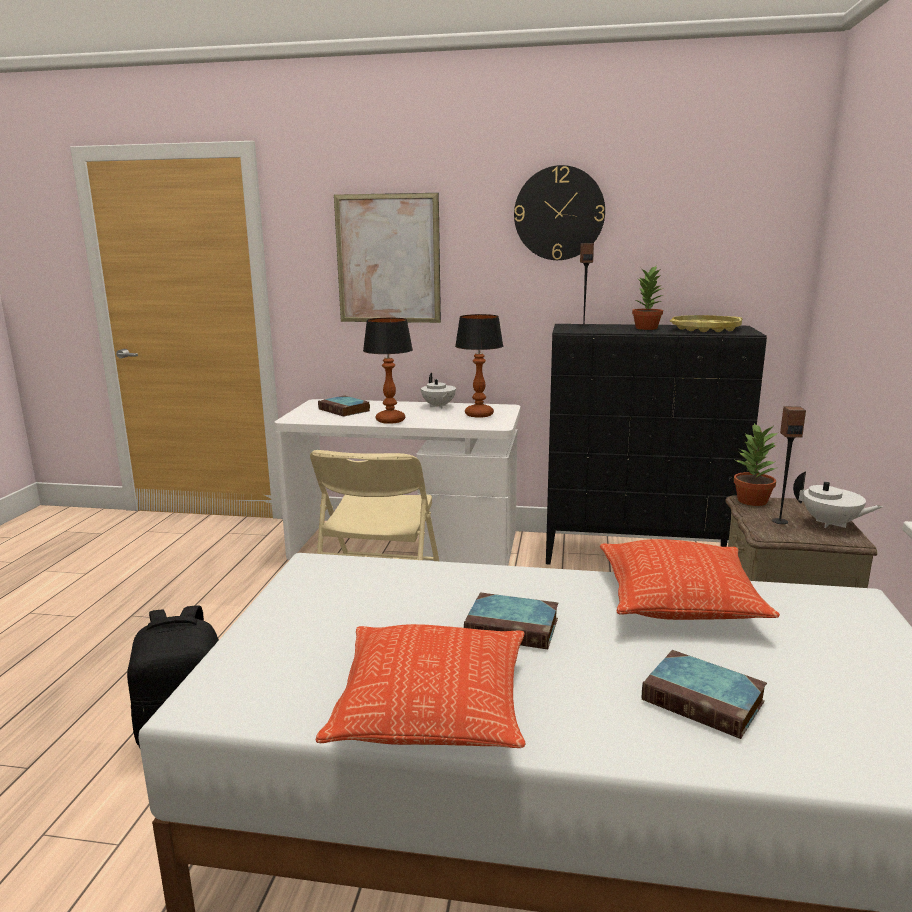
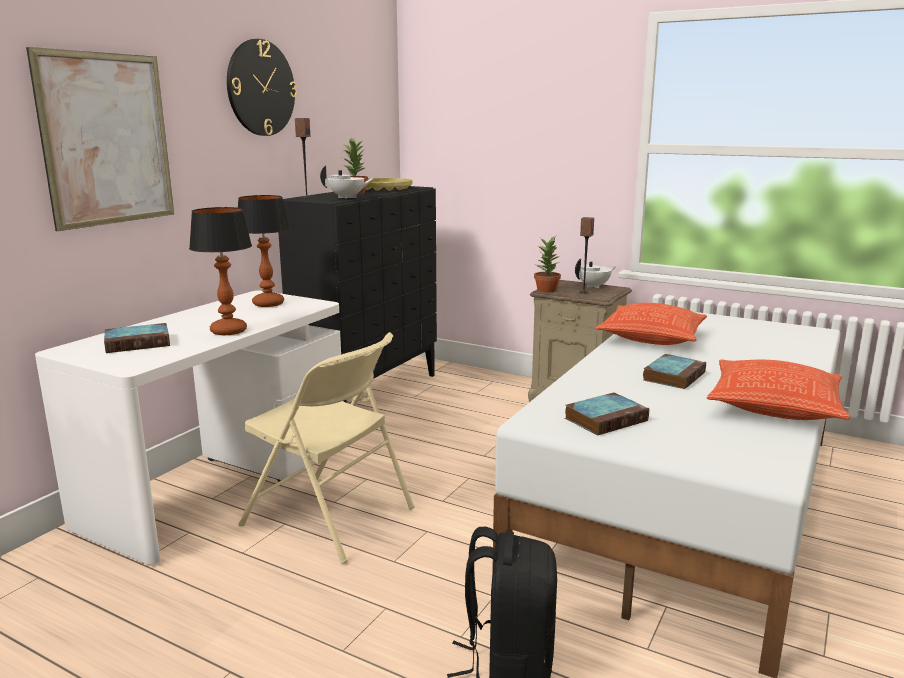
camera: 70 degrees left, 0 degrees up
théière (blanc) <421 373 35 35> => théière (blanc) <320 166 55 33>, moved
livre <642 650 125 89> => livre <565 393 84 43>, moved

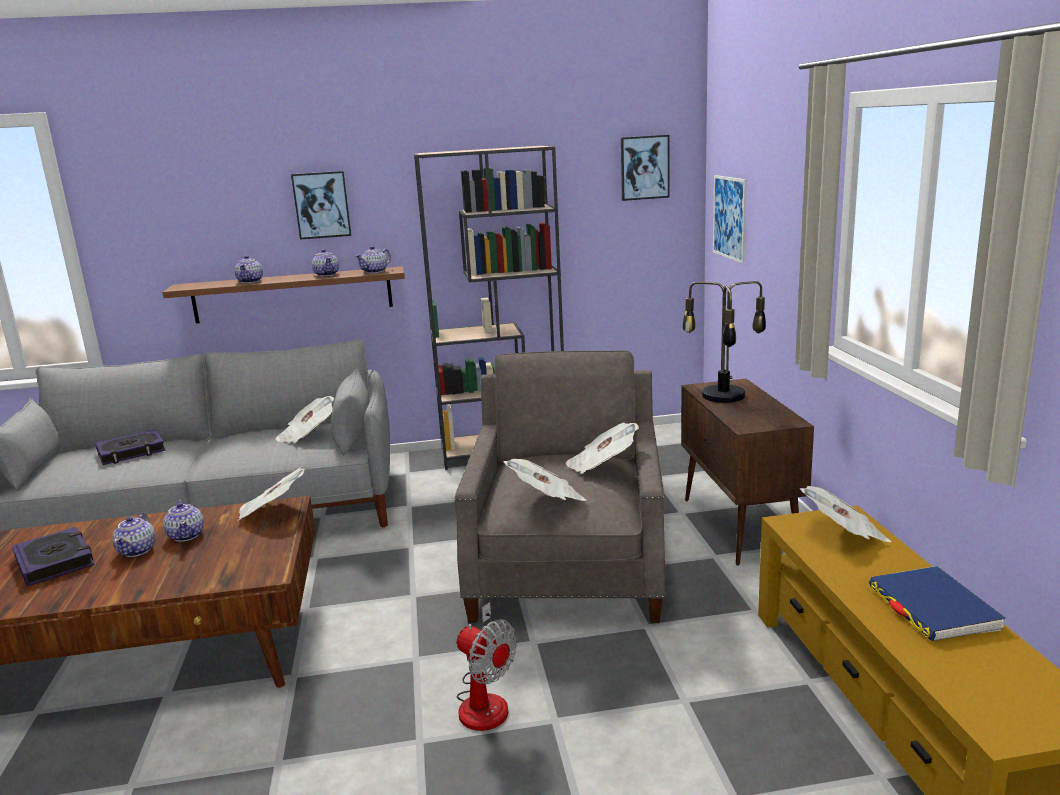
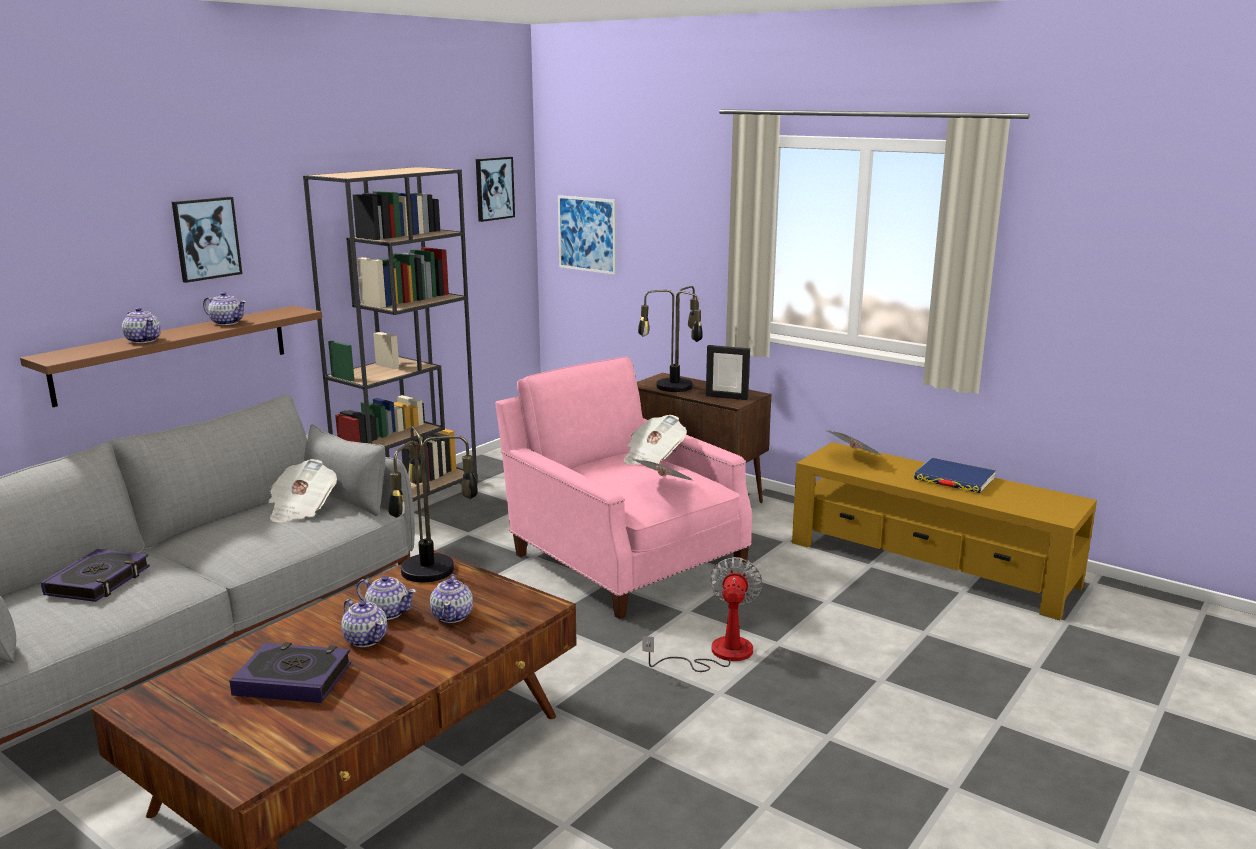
camera: 45 degrees left, 0 degrees up
journal <238 467 66 54> => lampe de table <388 426 90 156>
théière <355 246 36 27> => théière <430 574 43 49>, moved
fauteuil (gris) <454 350 212 273> => fauteuil (rose) <495 357 257 262>
ventilateur <457 602 60 129> => ventilateur <642 557 121 115>, 75 degrees counterclockwise
nothing => cadre photo <706 345 44 55>

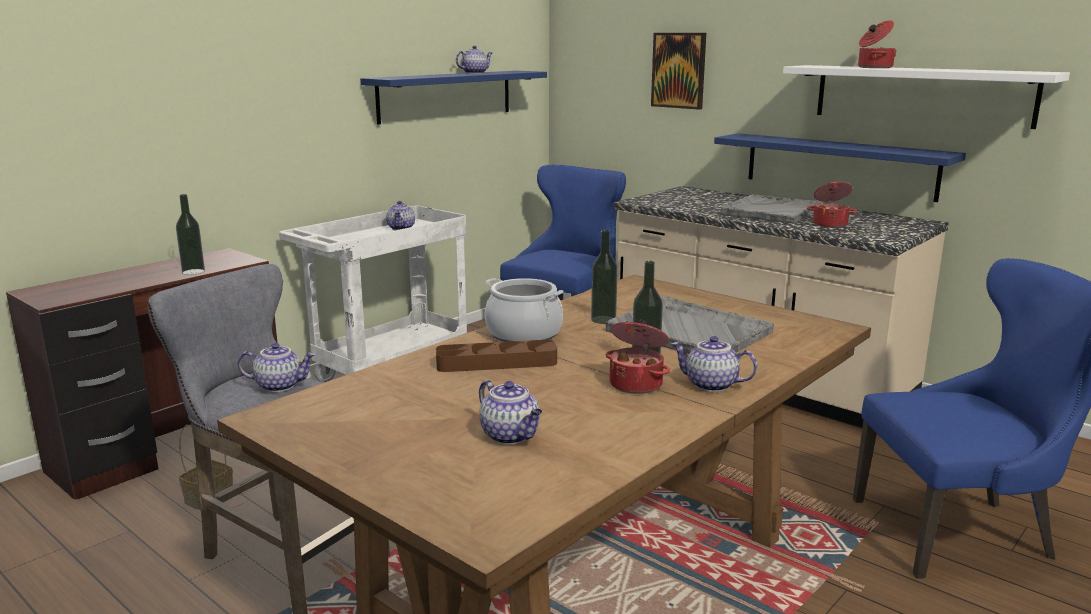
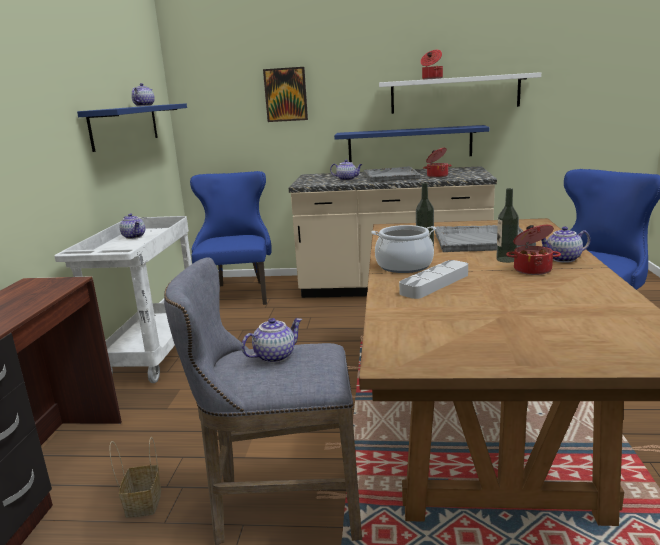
camera: 35 degrees left, 0 degrees up
théière <479 380 63 64> => théière <330 160 33 21>, moved
plateau (marron) <436 340 121 32> => plateau (gris) <399 260 69 39>
bouteille <176 194 29 81> => nothing

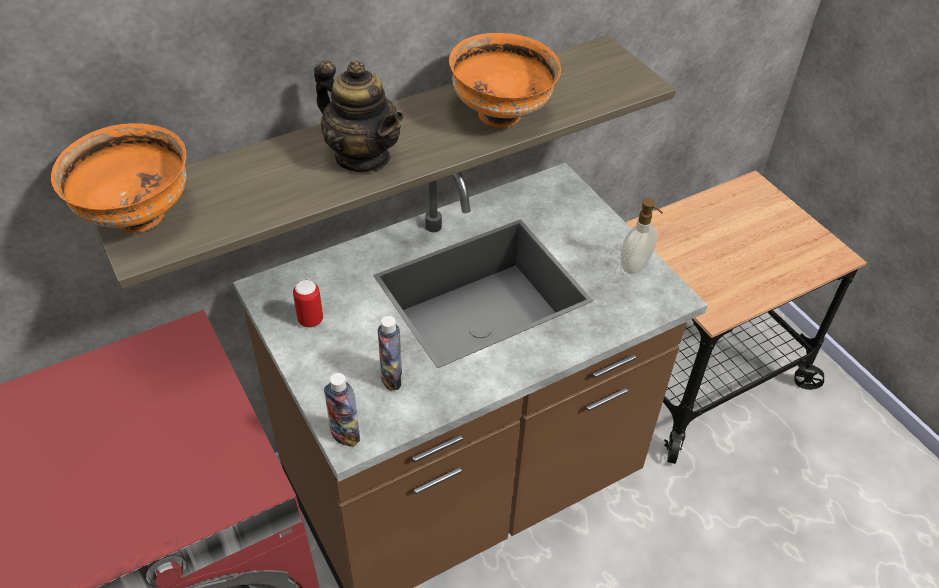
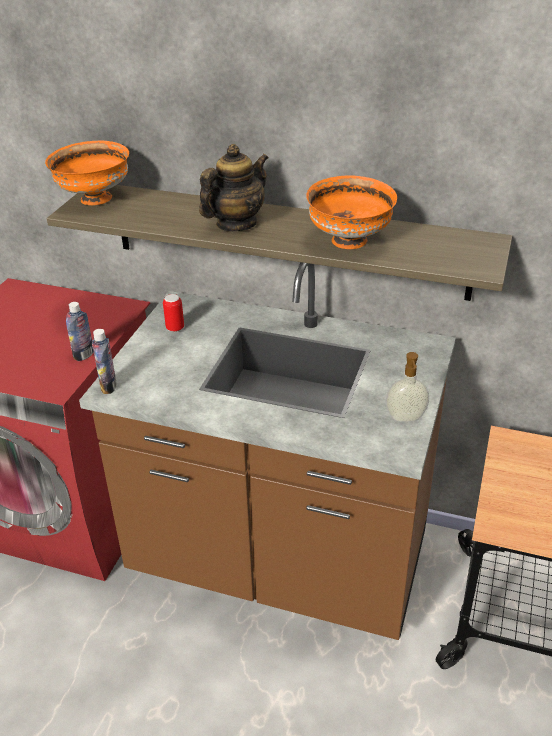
camera: 50 degrees right, 10 degrees down
bouteille <378 316 25 75> => bouteille <66 302 27 59>, moved
théière <314 60 90 112> => théière <199 144 69 87>, 135 degrees counterclockwise

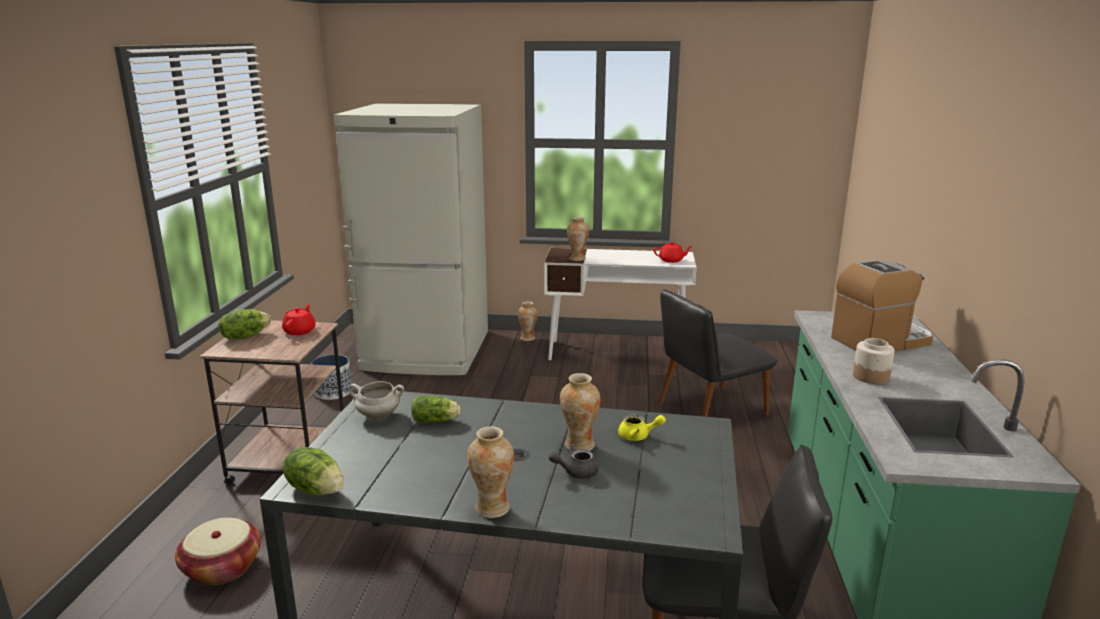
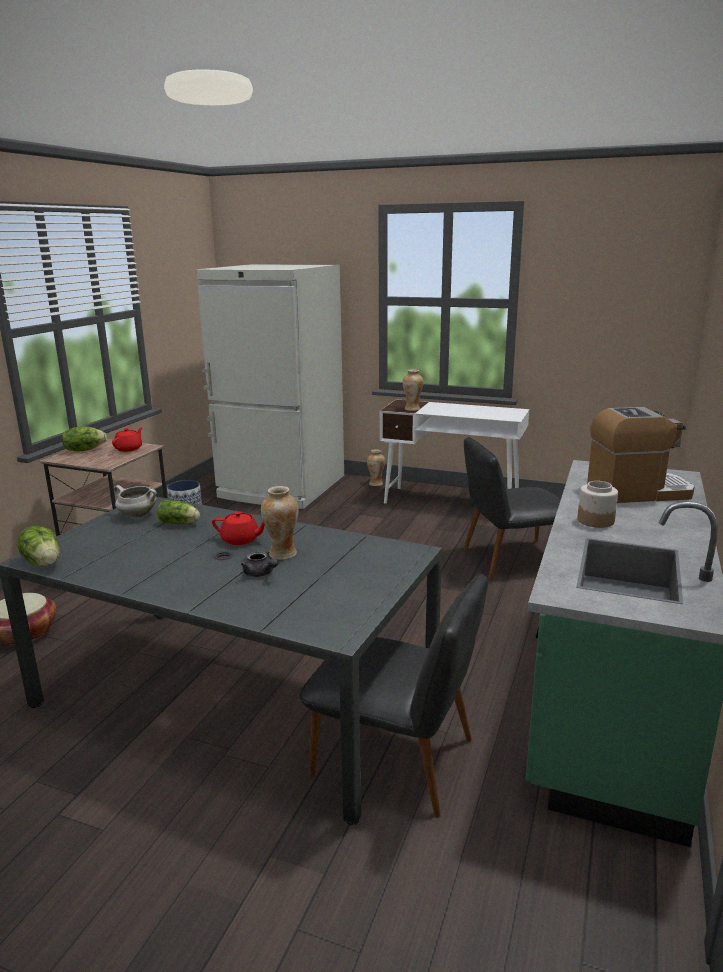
camera: 15 degrees right, 0 degrees up
théière (rouge) <654 242 38 21> => théière (rouge) <212 511 53 34>, moved
théière (gris) <549 444 50 35> => théière (gris) <241 551 37 26>, 135 degrees counterclockwise
vase <467 426 47 92> => nothing
théière (jaune) <618 415 48 26> => nothing

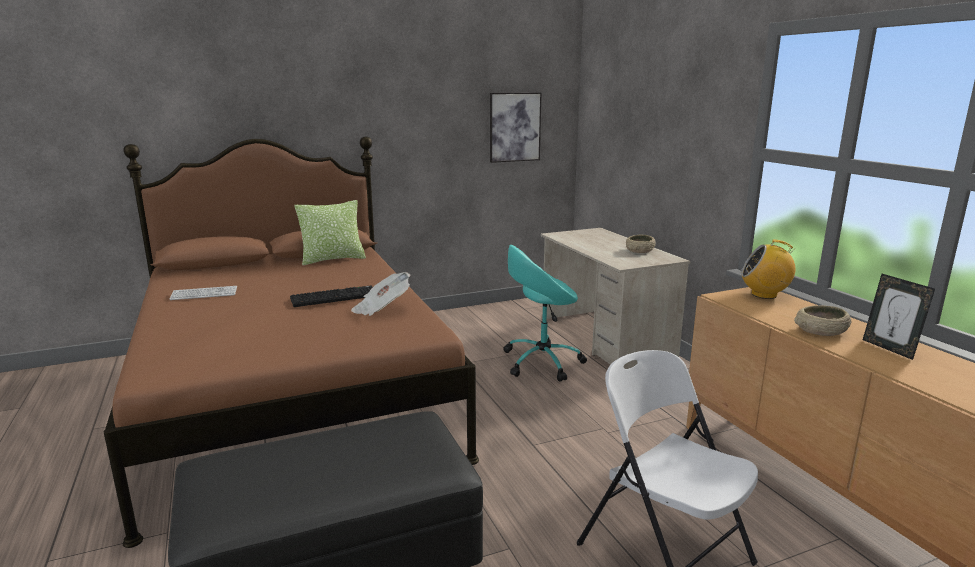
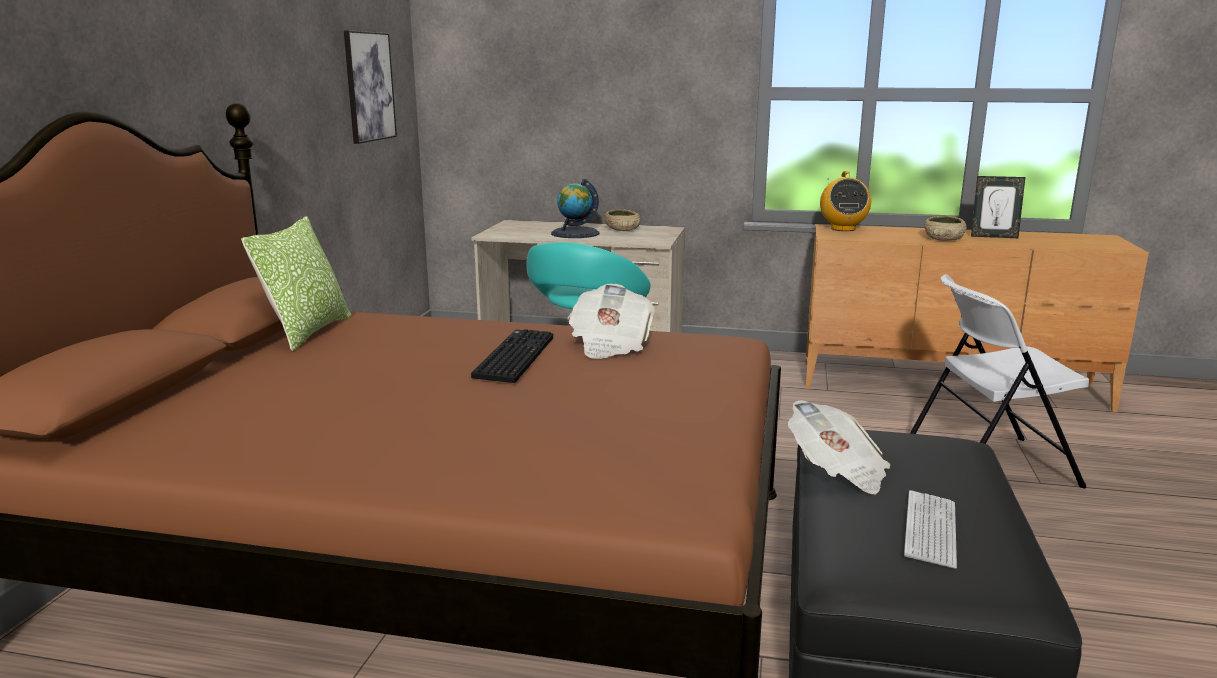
camera: 55 degrees left, 0 degrees up
nothing => globe <551 179 49 59>
nothing => journal <788 400 102 95>
radio <741 240 54 59> => radio <820 171 51 60>, 45 degrees counterclockwise
clavier <170 286 67 14> => clavier <904 490 53 79>, moved

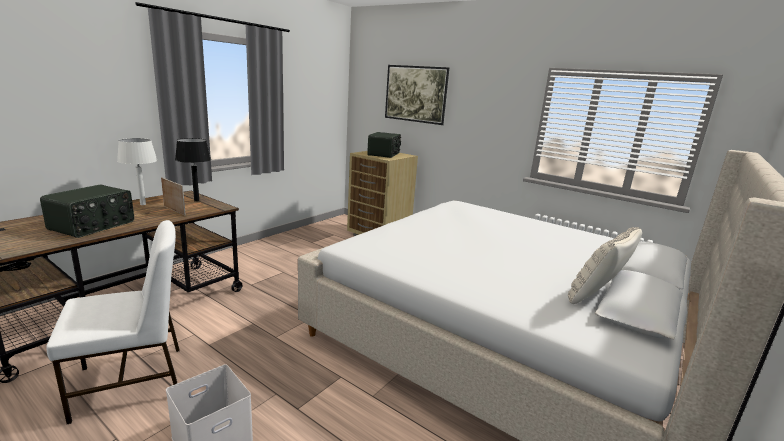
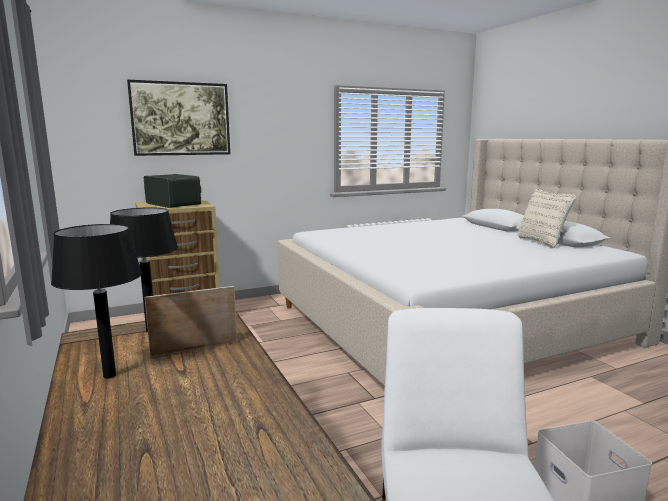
camera: 60 degrees left, 5 degrees down
lampe de table (blanc) <117 138 40 67> => lampe de table (noir) <51 224 91 155>
radio <40 185 94 53> => nothing

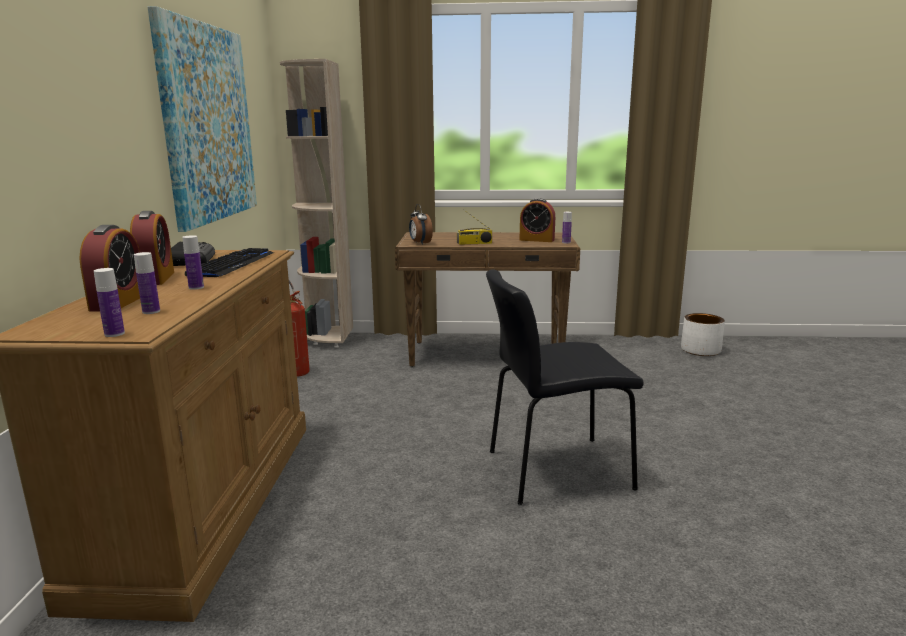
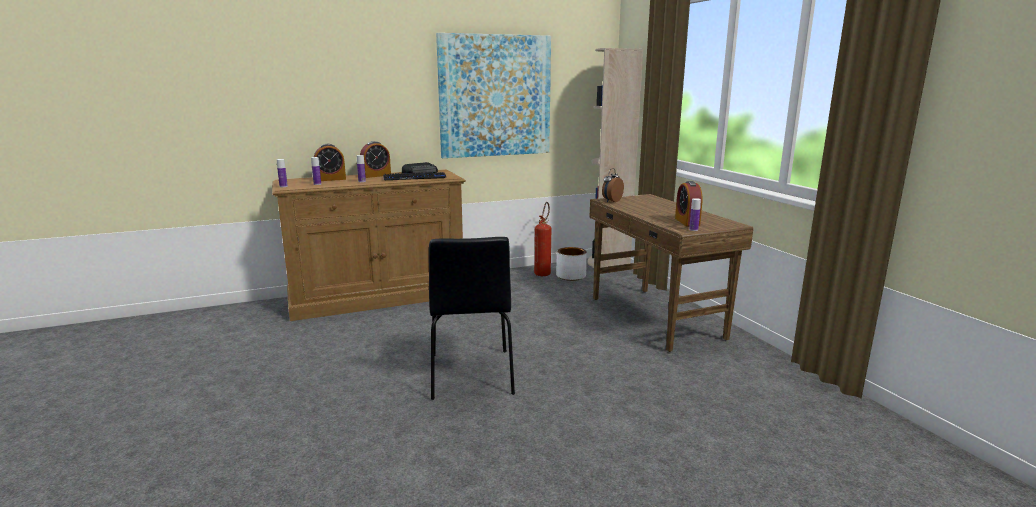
camera: 65 degrees right, 0 degrees up
chaise (noir) <486 269 158 236> => chaise (noir) <429 237 86 163>, 150 degrees counterclockwise
cache-pot (blanc) <681 313 44 43> => cache-pot (blanc) <556 247 31 34>, moved
radio <457 210 35 35> => nothing

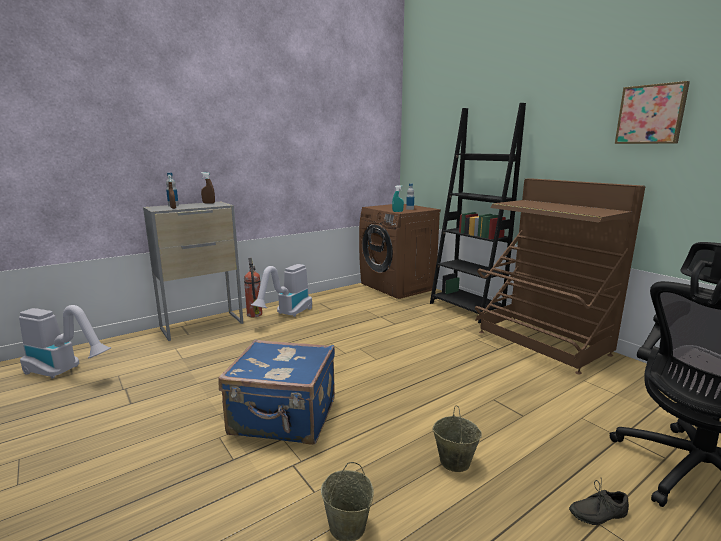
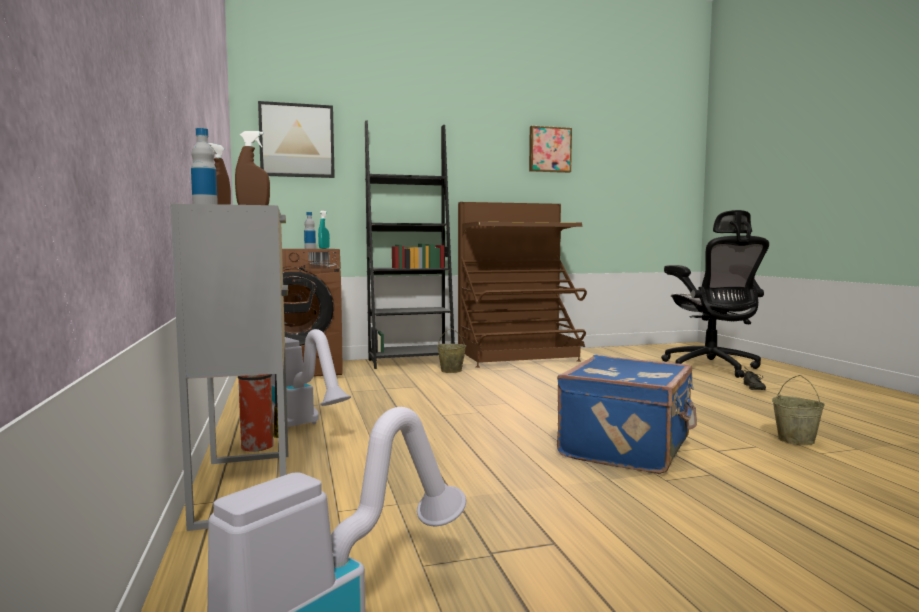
camera: 70 degrees left, 10 degrees down
nothing => tableau <258 101 77 77>
seau (beige) <432 405 50 67> => seau (beige) <437 328 29 45>, moved

